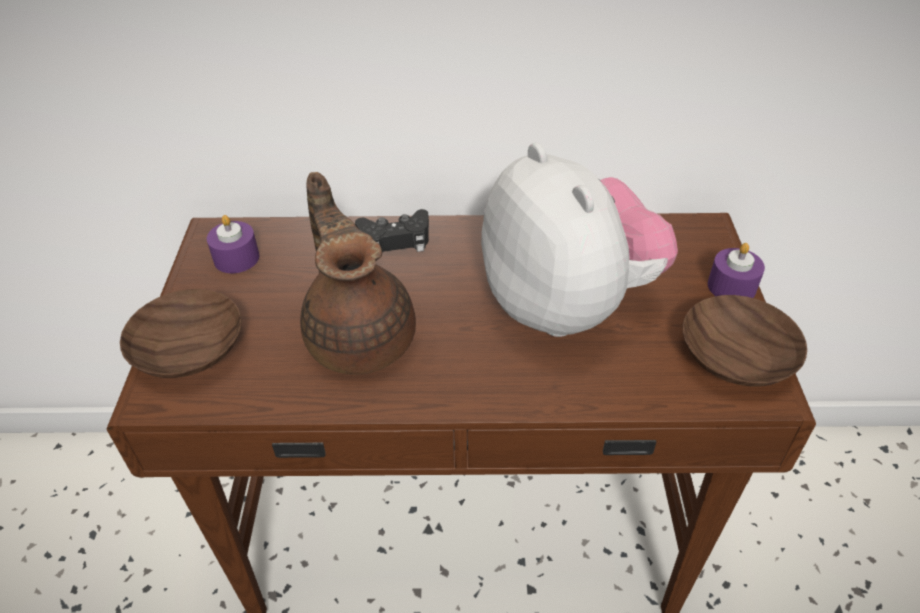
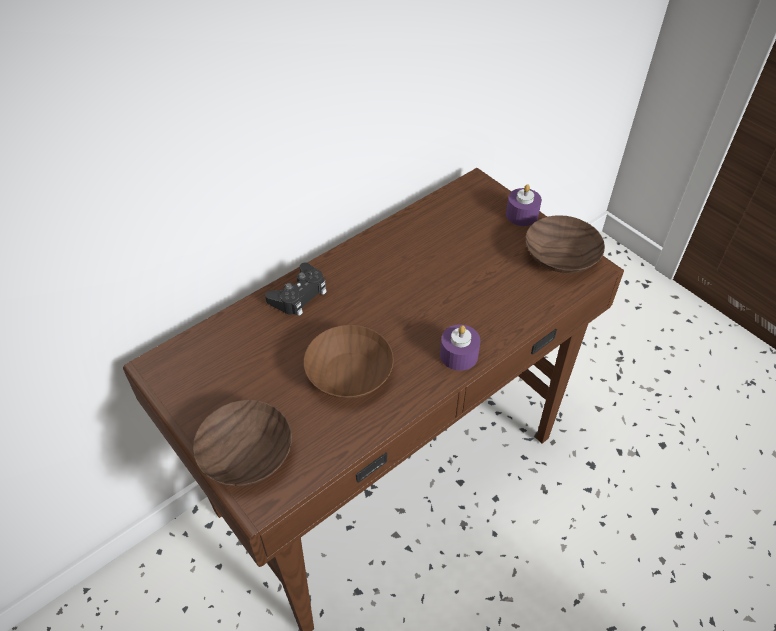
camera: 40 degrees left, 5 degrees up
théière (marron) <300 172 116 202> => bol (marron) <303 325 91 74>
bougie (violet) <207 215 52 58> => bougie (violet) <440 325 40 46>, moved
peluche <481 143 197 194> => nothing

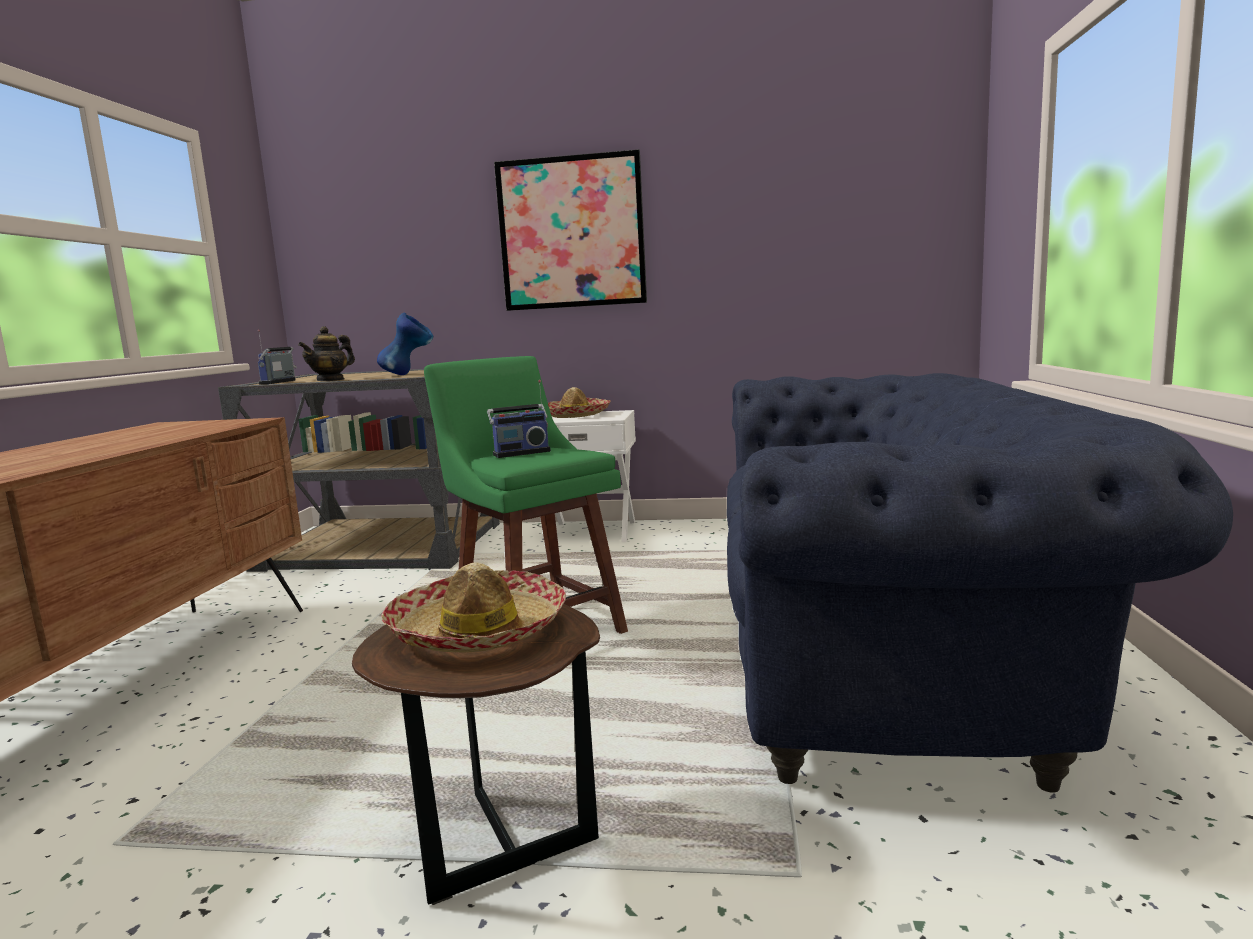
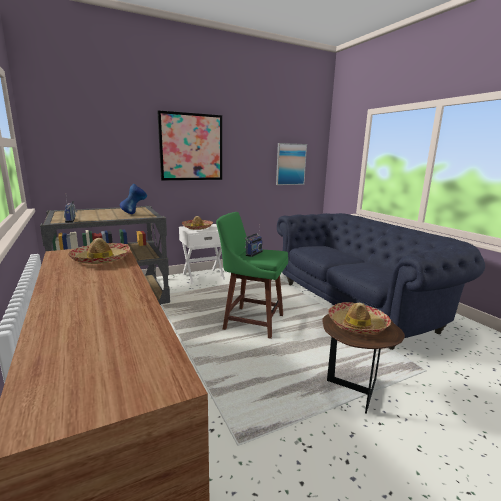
camera: 35 degrees left, 5 degrees up
nothing => chapeau <68 238 62 26>
nothing => tableau <276 143 31 42>
théière <298 326 57 55> => nothing

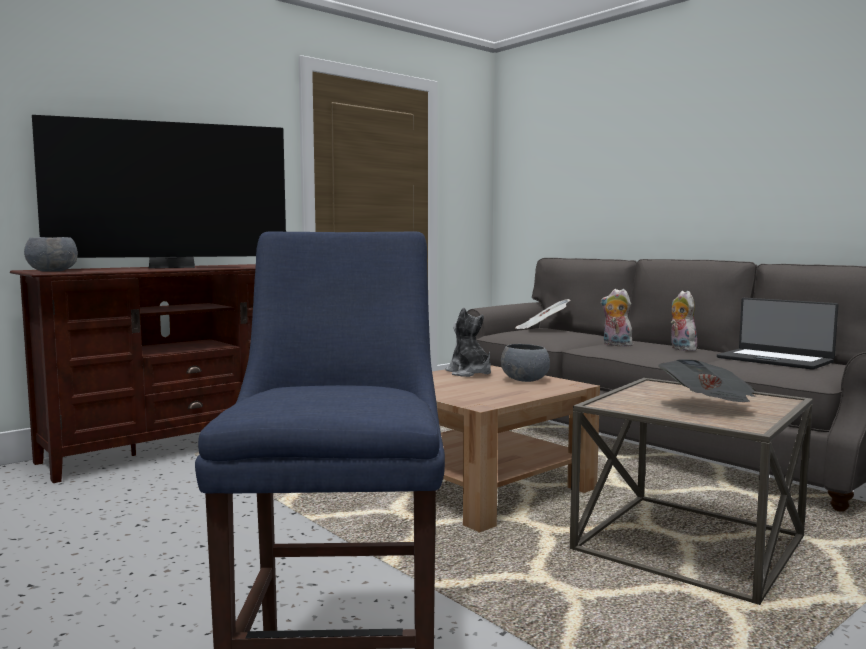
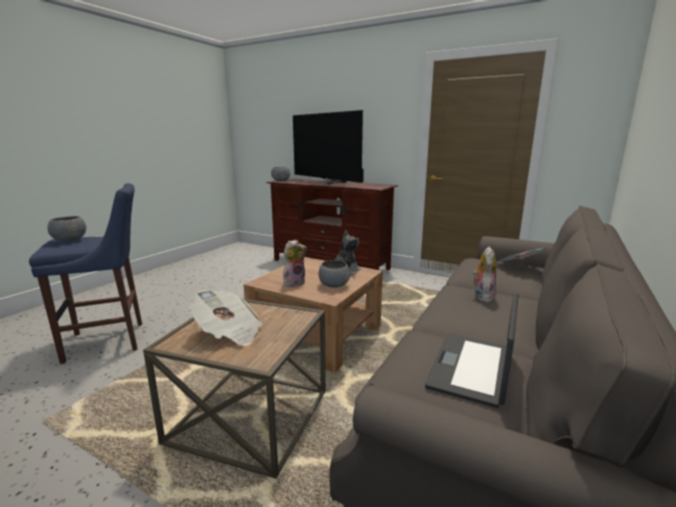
camera: 70 degrees right, 10 degrees up
nothing => bol (gris) <48 216 38 26>
peluche <671 291 26 60> => peluche <283 240 24 47>, moved

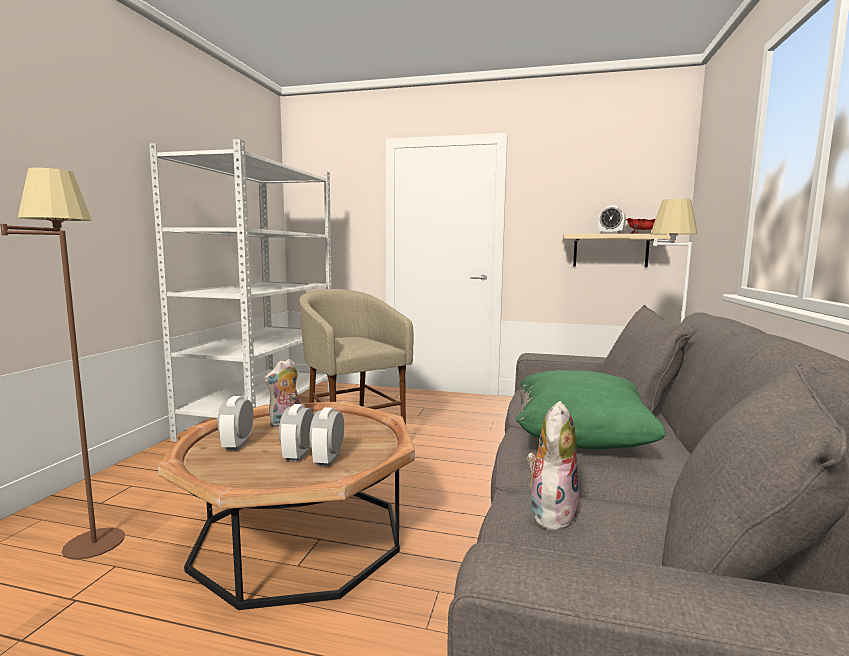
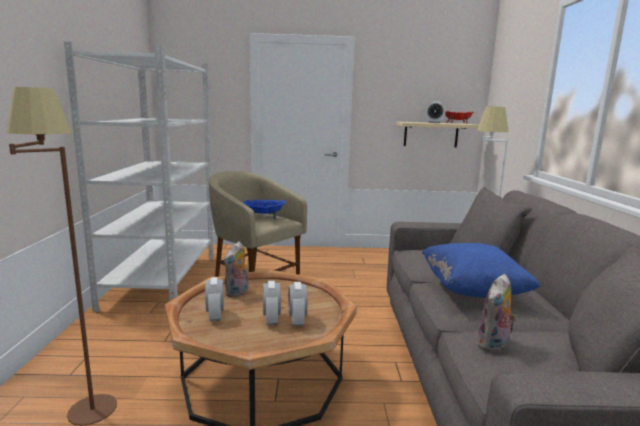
camera: 15 degrees left, 5 degrees up
nothing => bol (bleu) <244 200 41 19>
coussin (vert) <516 370 150 80> => coussin (bleu) <422 243 118 55>
peluche <526 401 53 132> => peluche <476 274 41 78>, 150 degrees counterclockwise

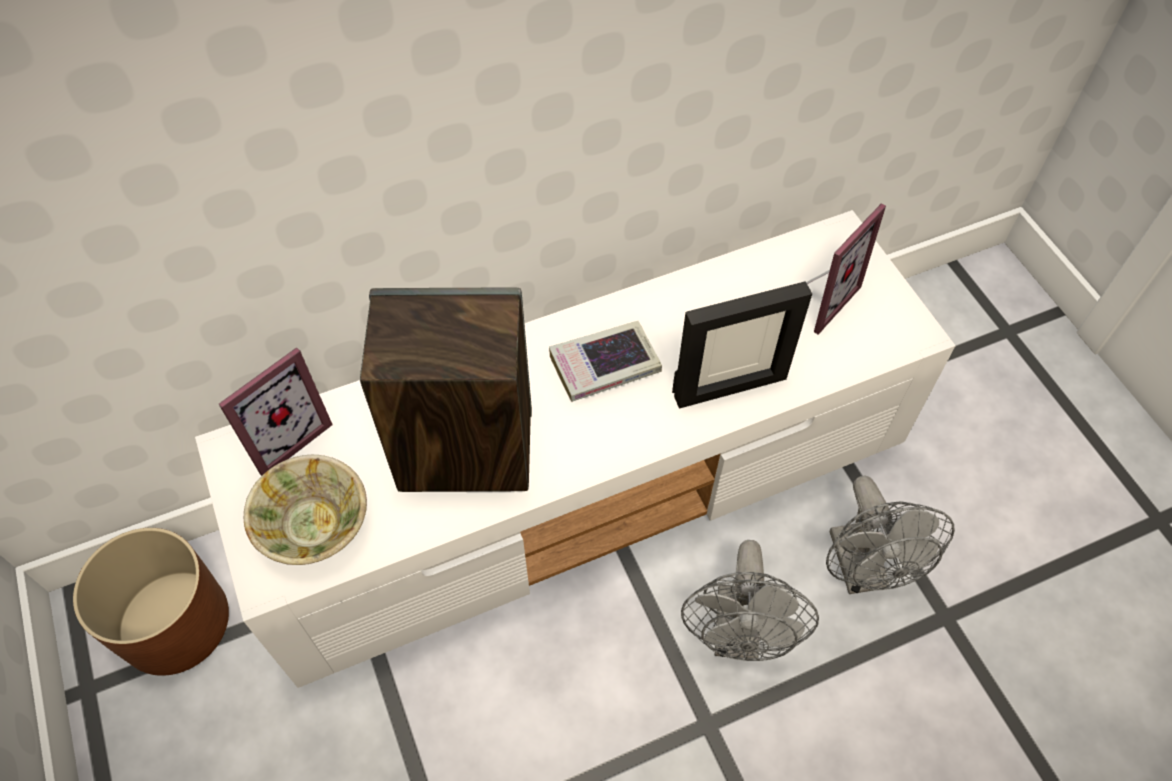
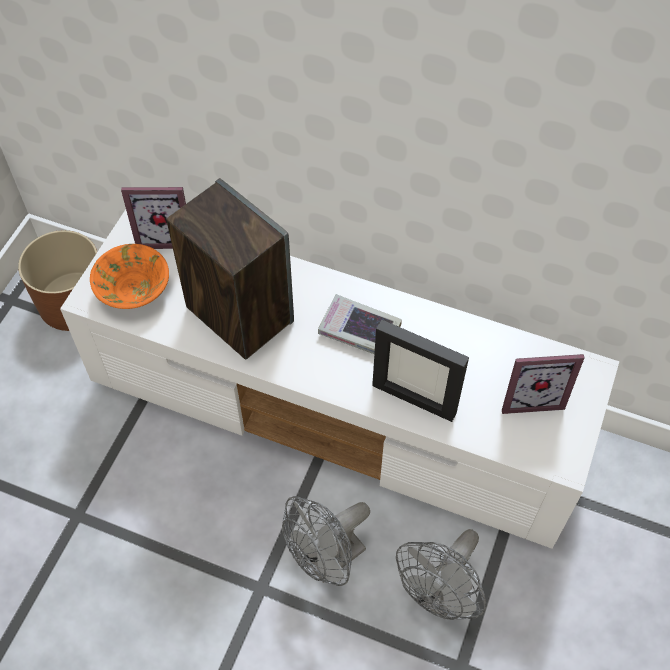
camera: 45 degrees right, 0 degrees up
bol (beige) <244 455 123 110> => bol (orange) <90 244 79 65>

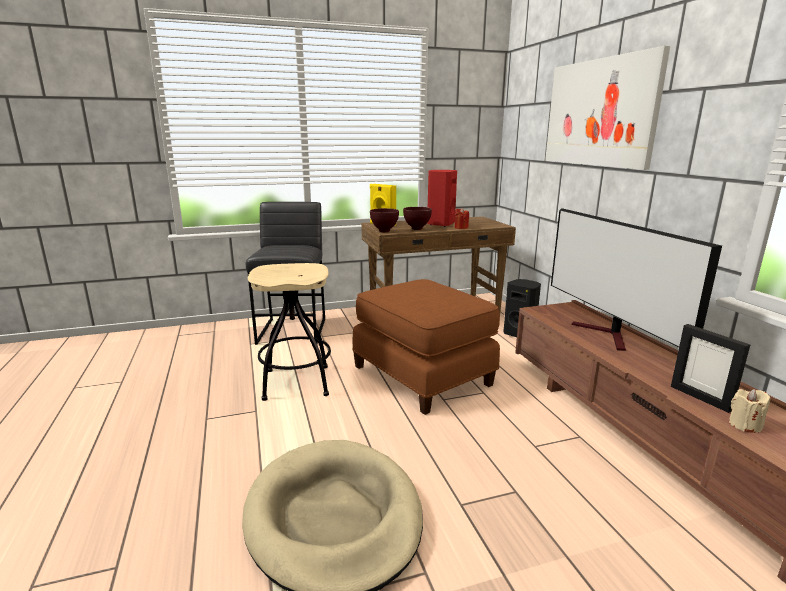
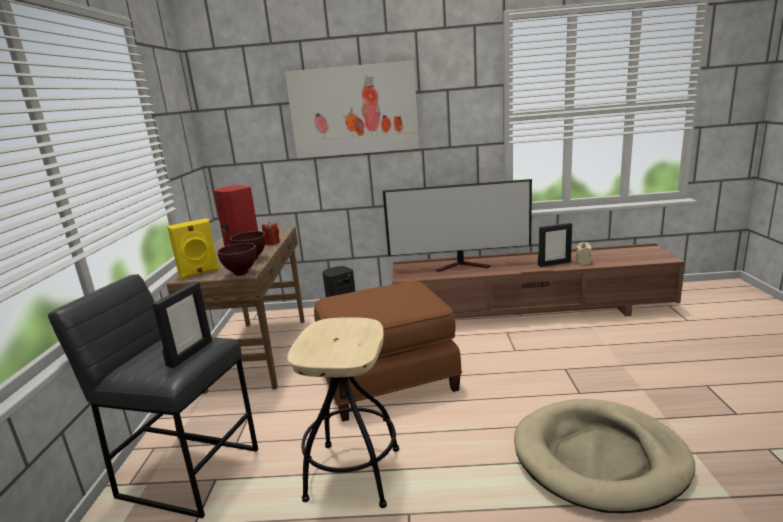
camera: 70 degrees left, 0 degrees up
nothing => cadre photo <152 282 60 86>

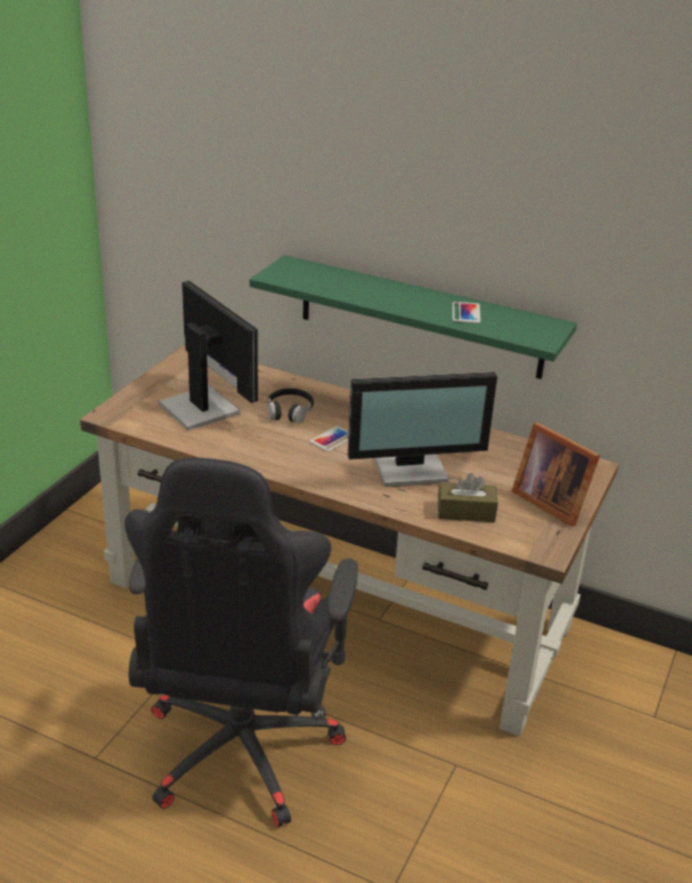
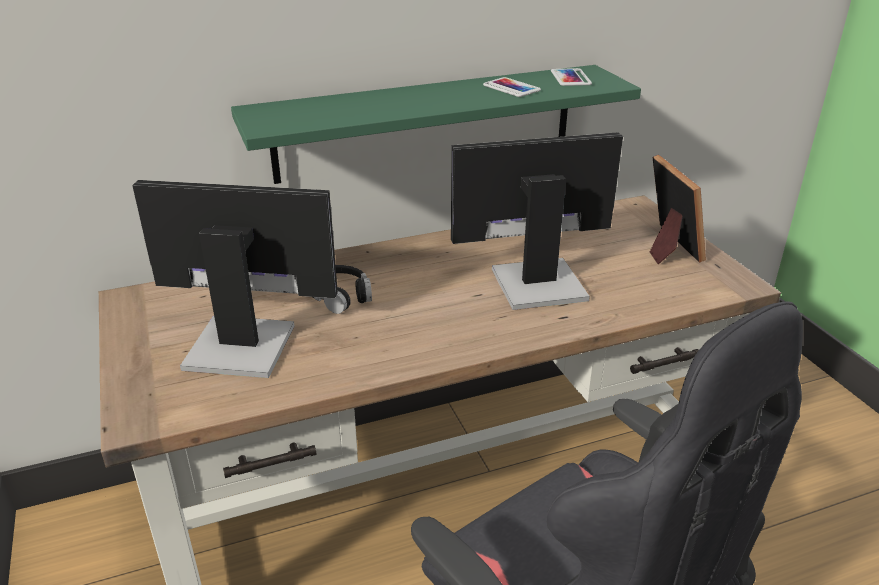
camera: 45 degrees left, 0 degrees up
écran d'ordinateur <348 372 149 115> => écran d'ordinateur <451 132 172 178>, 135 degrees counterclockwise
téléphone <310 426 39 26> => téléphone <551 68 41 18>, moved
cadre photo <512 422 88 105> => cadre photo <650 155 56 109>, 105 degrees counterclockwise
boîte à mouchoirs (marron) <438 473 60 49> => nothing

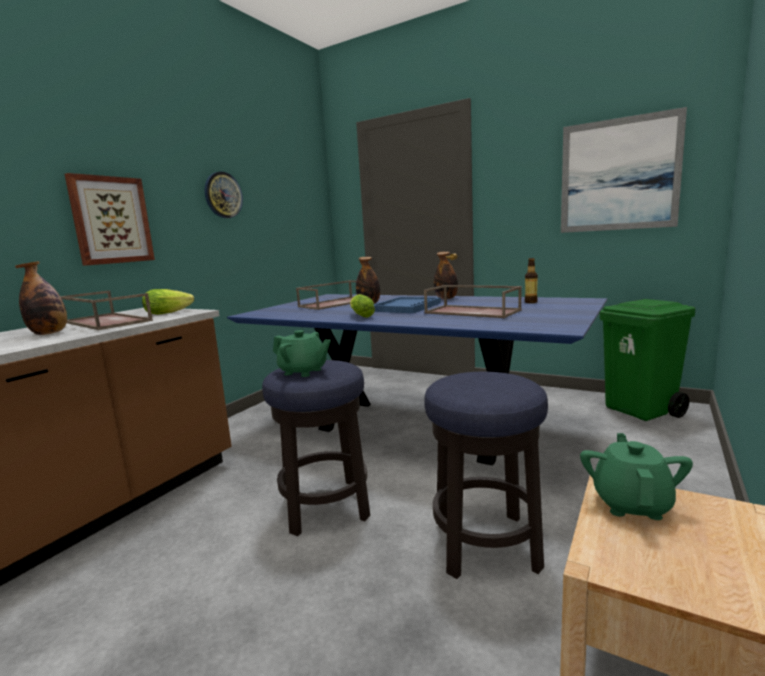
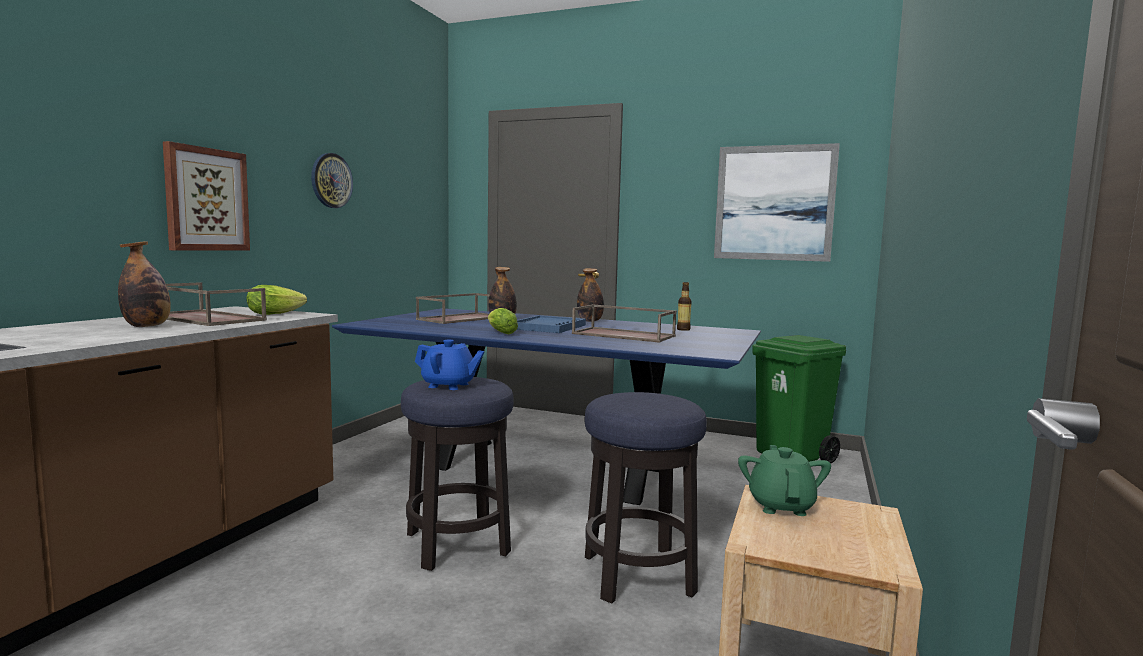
camera: 10 degrees left, 5 degrees down
théière (vert) <273 330 58 47> => théière (bleu) <415 340 70 50>

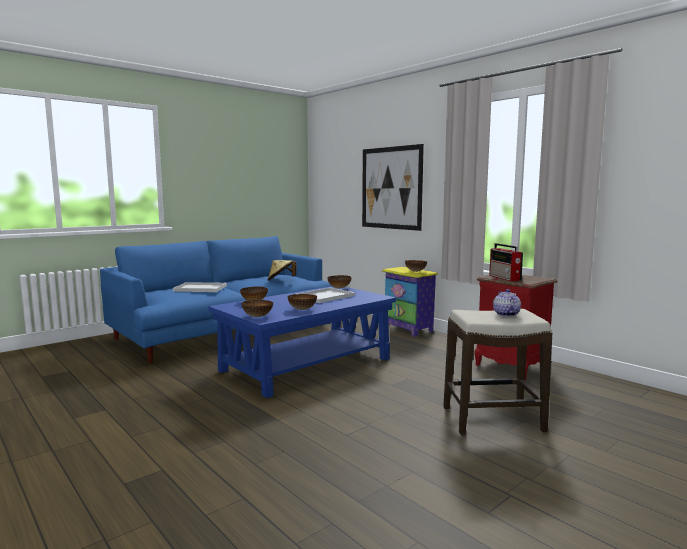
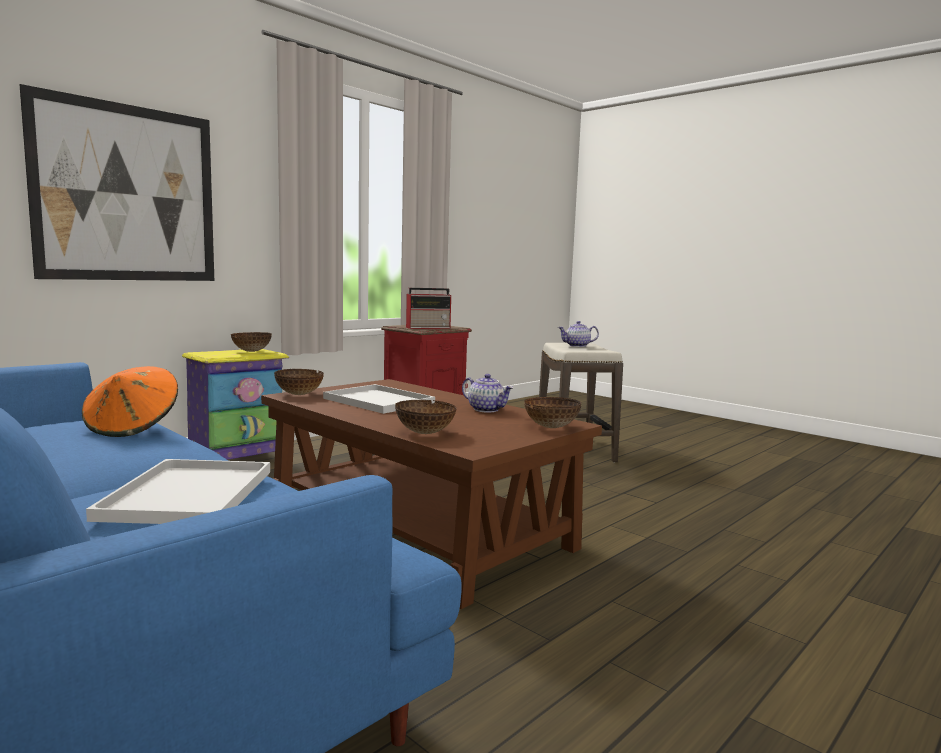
camera: 95 degrees left, 0 degrees up
chapeau (beige) <267 260 30 21> => chapeau (orange) <82 366 96 71>
table basse (bleu) <208 286 188 112> => table basse (marron) <261 379 341 230>
bol <288 294 29 16> => théière <462 374 51 38>

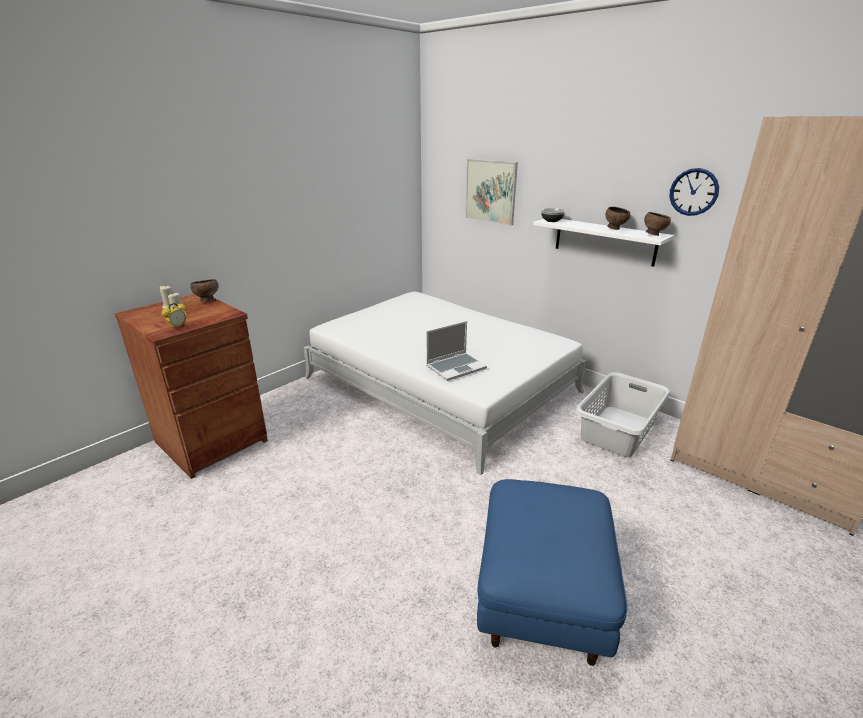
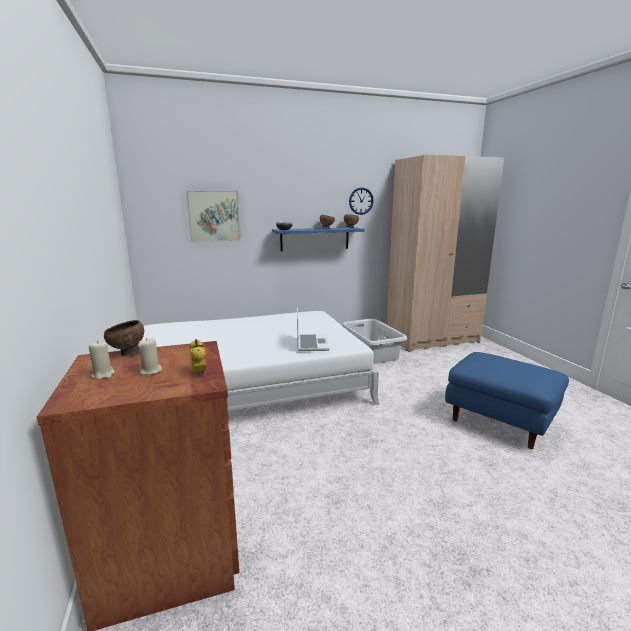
camera: 60 degrees left, 10 degrees down
étagère (blanc) <533 219 141 48> => étagère (bleu) <272 227 92 24>

